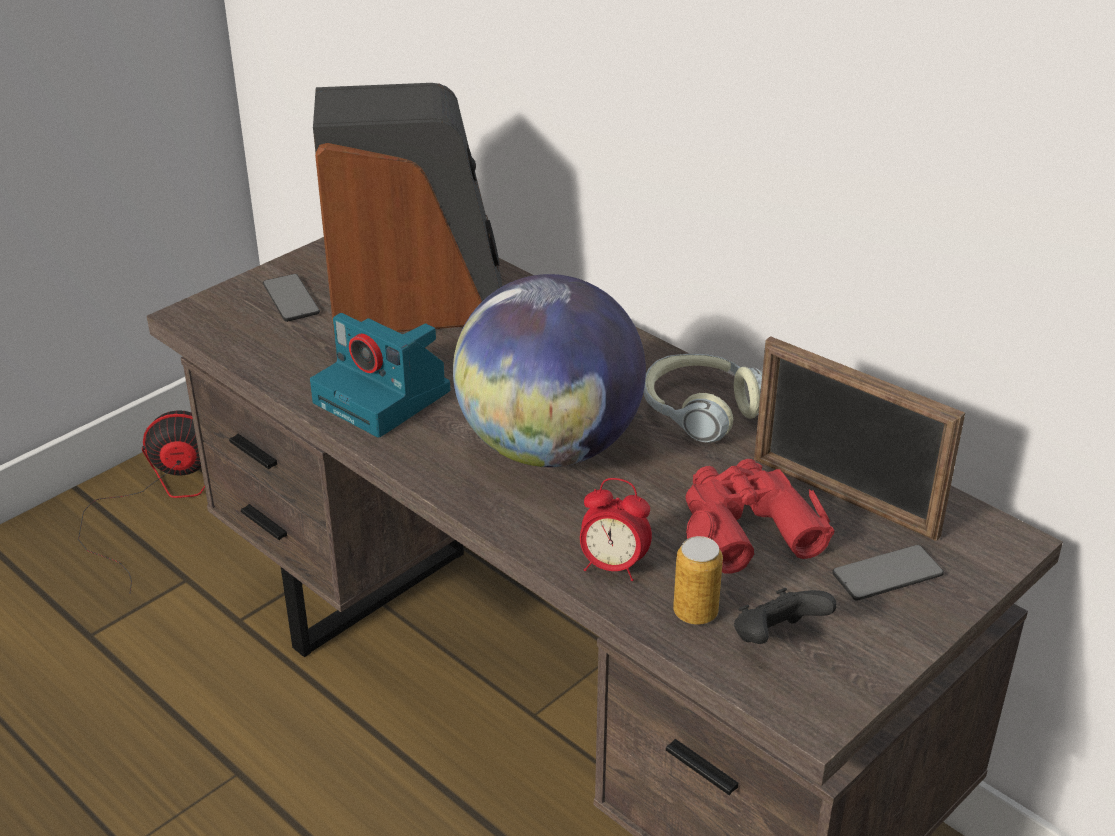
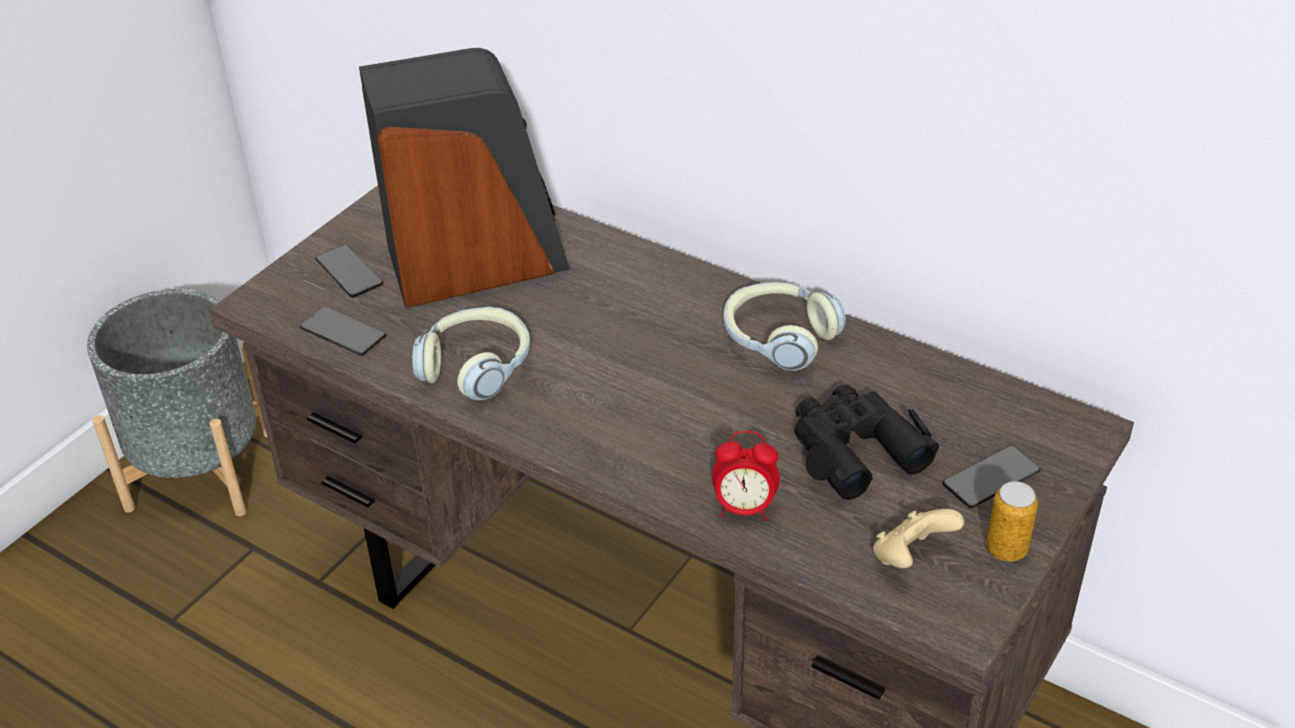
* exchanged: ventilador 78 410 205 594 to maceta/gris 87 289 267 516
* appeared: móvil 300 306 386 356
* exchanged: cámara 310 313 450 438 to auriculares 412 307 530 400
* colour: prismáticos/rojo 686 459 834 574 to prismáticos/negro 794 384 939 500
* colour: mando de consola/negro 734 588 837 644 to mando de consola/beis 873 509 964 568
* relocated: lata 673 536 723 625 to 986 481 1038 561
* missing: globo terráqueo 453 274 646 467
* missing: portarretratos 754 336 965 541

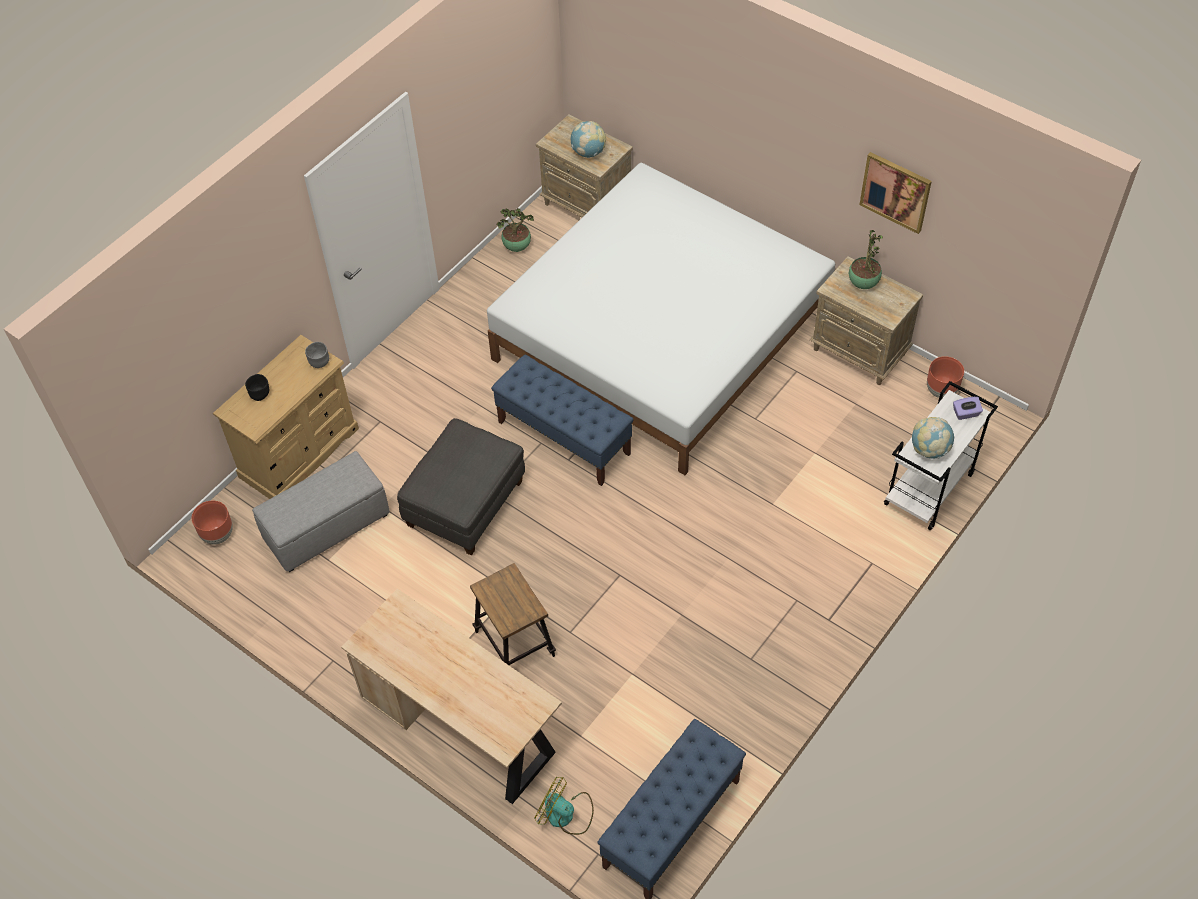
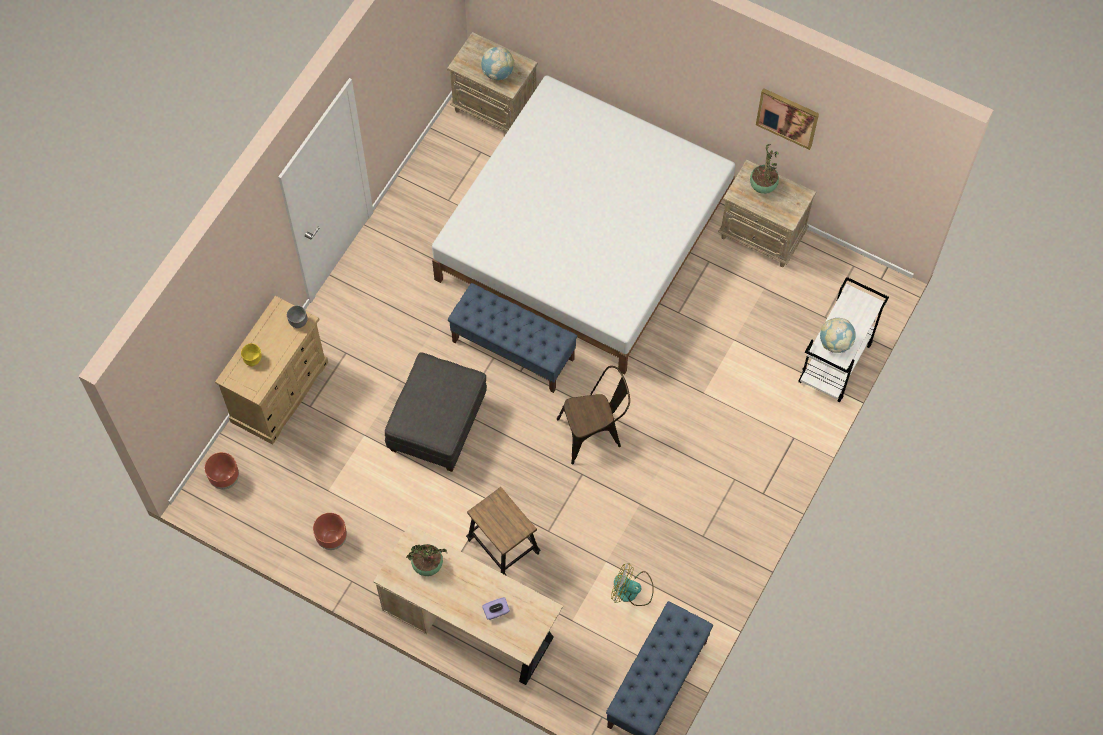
* colour: cuenco/negro 245 374 269 401 to cuenco/amarillo 241 343 262 366
* relocated: maceta/marrón 927 356 964 398 to 313 513 347 550
* relocated: planta en maceta 496 208 534 252 to 406 544 447 576
* relocated: caja de pañuelos/morado 953 397 983 420 to 482 597 510 620
* appeared: silla/marrón 557 366 630 464
* relocated: ventilador 534 777 594 835 to 611 563 654 606
* missing: puf/gris 252 451 390 572

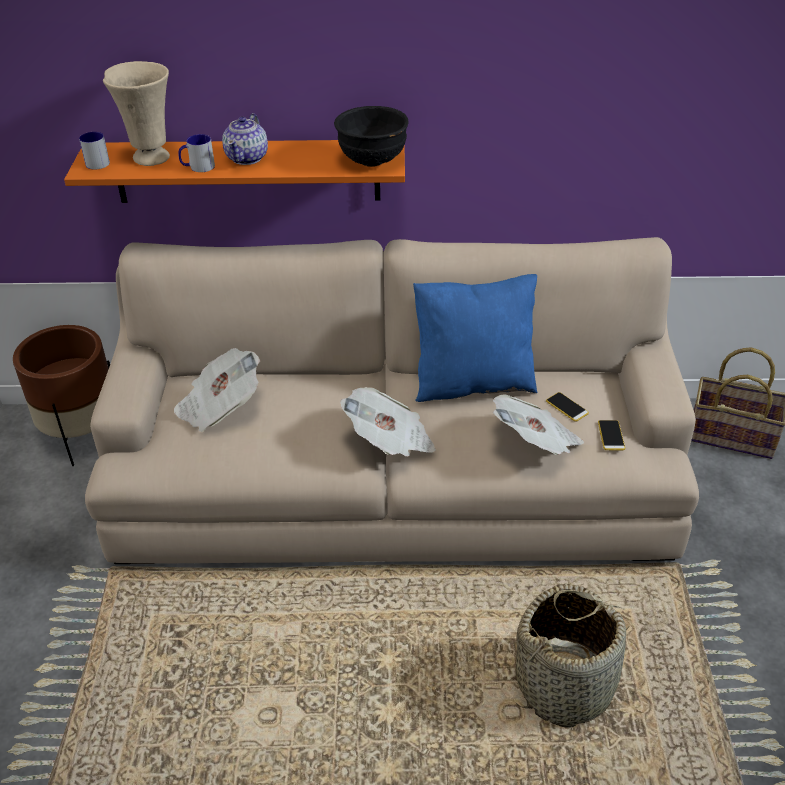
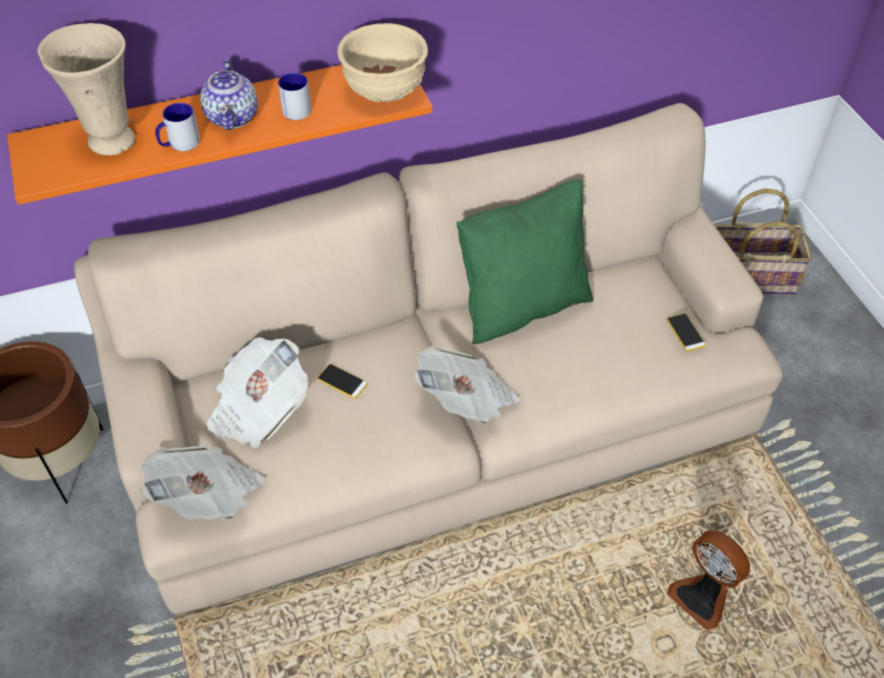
* relocated: periódico 493 394 584 455 to 140 446 265 520
* relocated: taza grande 79 132 110 170 to 278 73 311 120
* relocated: móvil 546 392 589 422 to 317 364 368 399
* colour: cuenco/negro 334 106 409 167 to cuenco/beis 337 23 428 102
* colour: cojín/azul 413 274 538 402 to cojín/verde 457 179 593 344
* exchanged: cesta 515 583 630 728 to ventilador 667 530 750 630

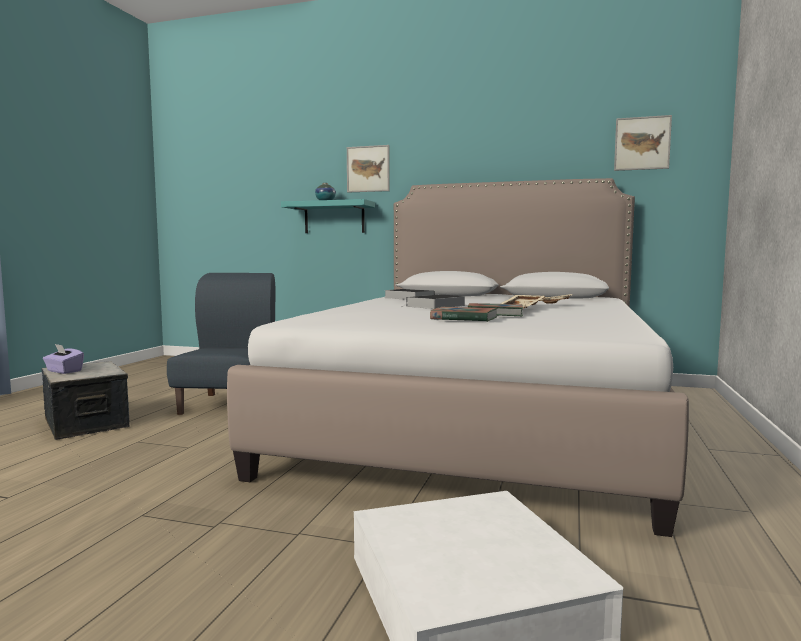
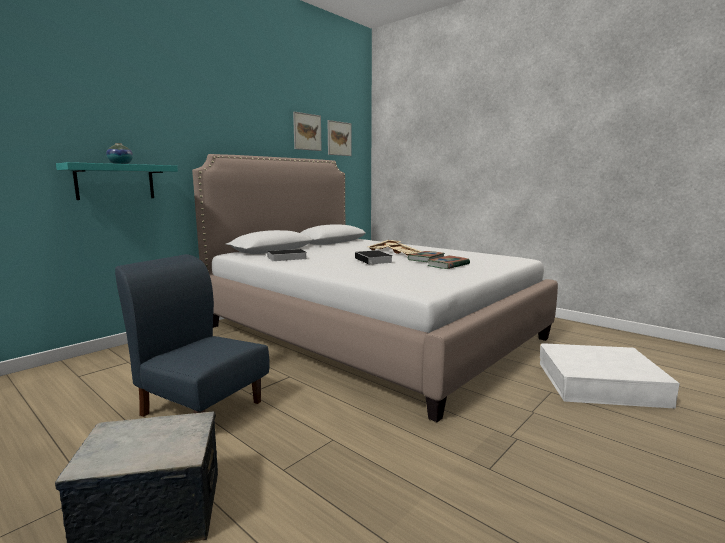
* relocated: cuadro 347 145 389 192 to 293 112 322 151
* missing: caja de pañuelos/morado 43 344 84 374

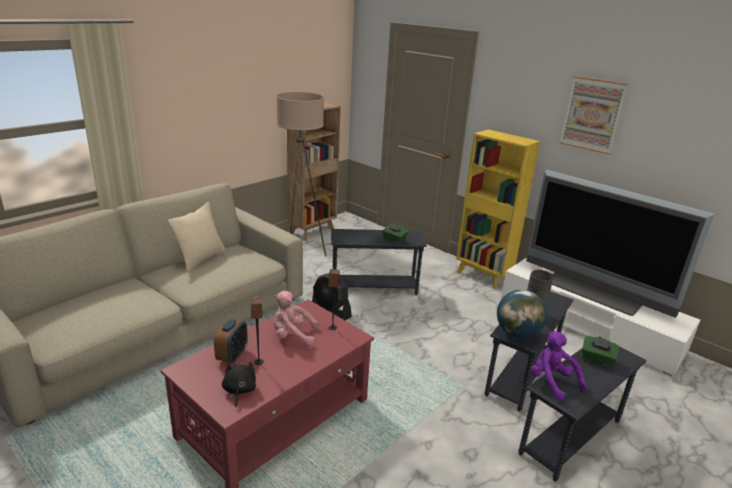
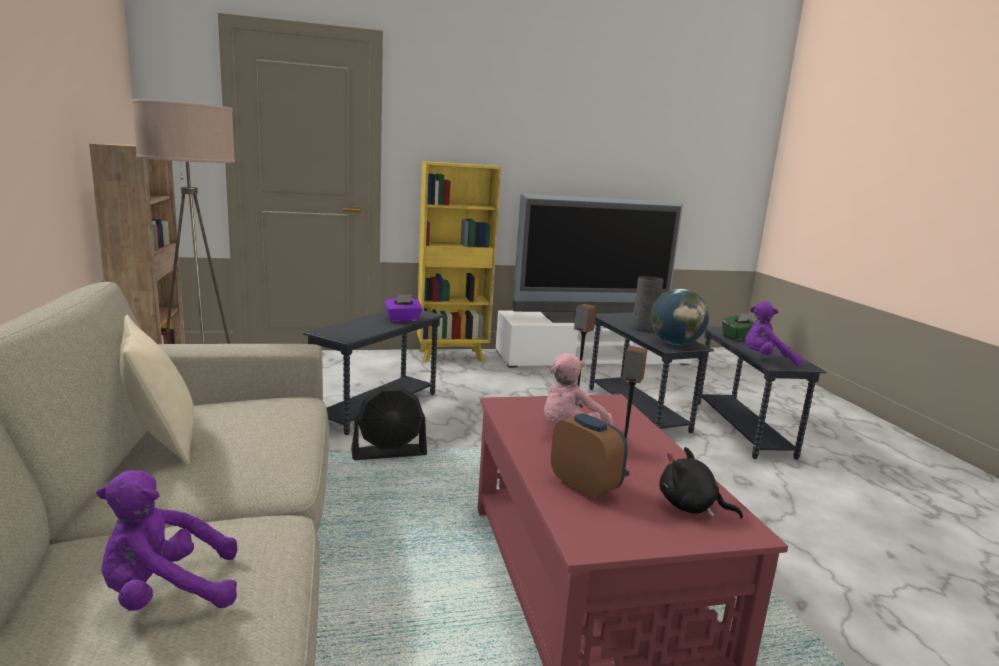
* appeared: peluche/morado 96 470 237 611
* colour: caja de pañuelos/verde 382 223 408 244 to caja de pañuelos/morado 385 294 422 322
* missing: cuadro 560 76 628 154

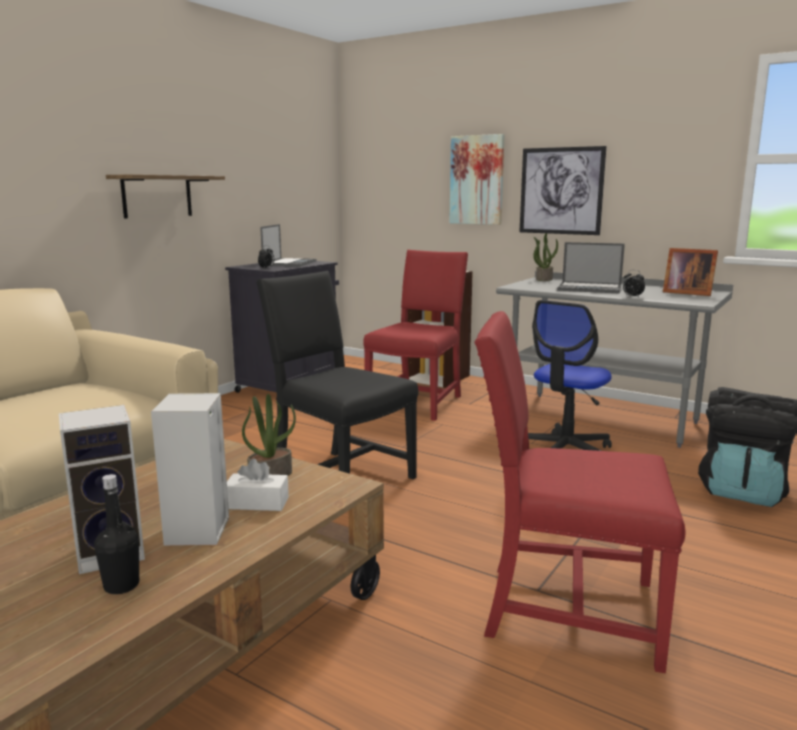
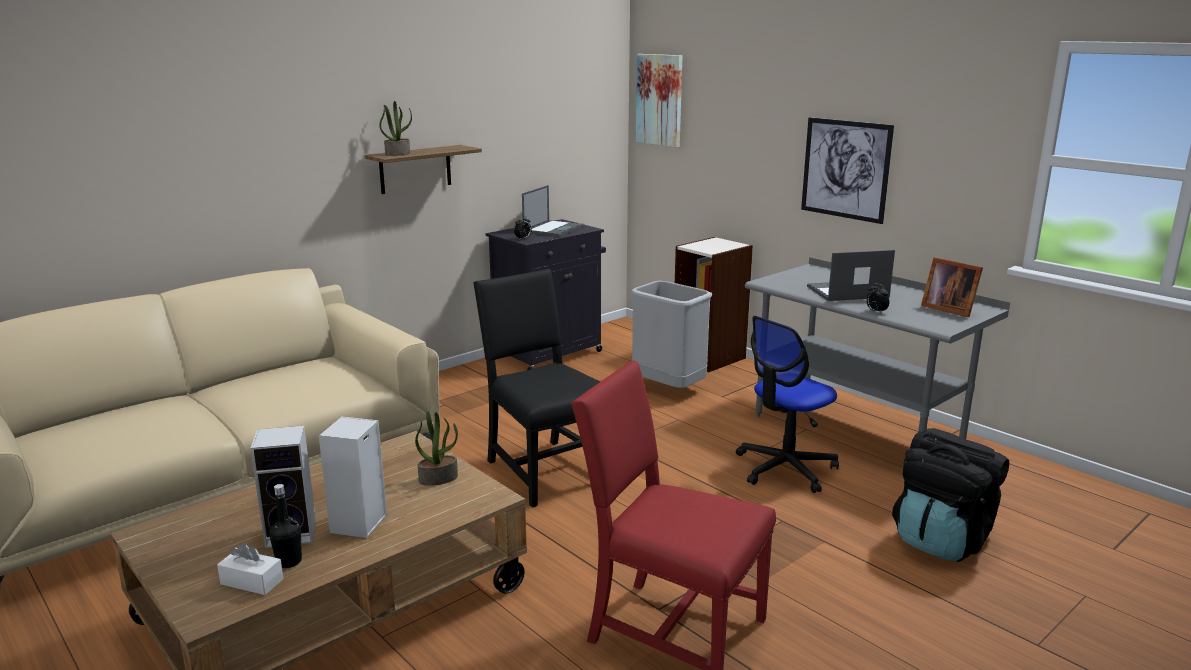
* relocated: caja de pañuelos/blanco 227 458 289 511 to 217 543 283 595
* relocated: planta en maceta 533 233 558 281 to 379 101 412 156
* exchanged: silla/rojo 363 250 468 421 to papelera/gris 631 281 712 388
* relocated: cuadro 449 134 505 225 to 636 54 683 148
* spun: portátil 557 242 625 293 = 807 250 895 301 135 degrees clockwise

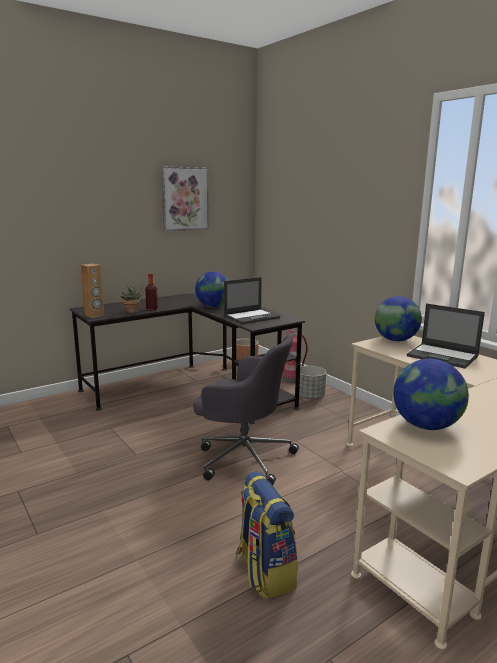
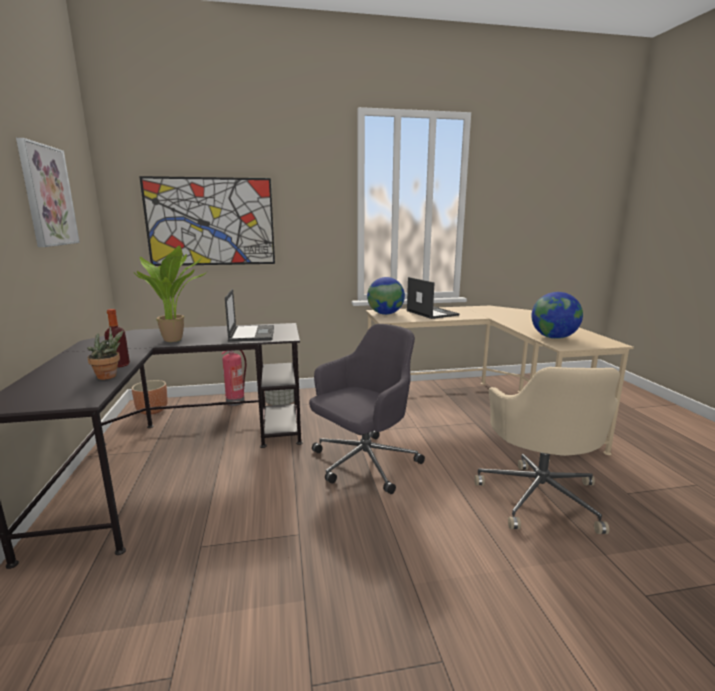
* exchanged: globo terráqueo 195 272 228 307 to planta en maceta 134 246 209 342
* appeared: cuadro 139 176 275 266
* spun: portátil 407 304 485 369 = 407 277 460 319 90 degrees counterclockwise
* exchanged: mochila 235 471 298 599 to silla de oficina/beis 474 367 620 534
* missing: altavoz/marrón 81 264 104 318

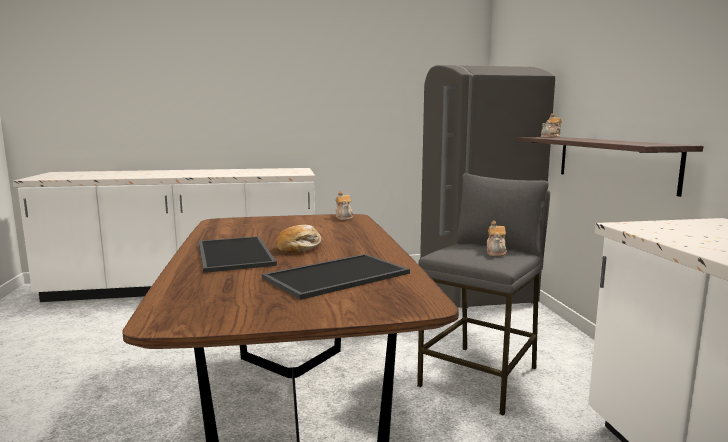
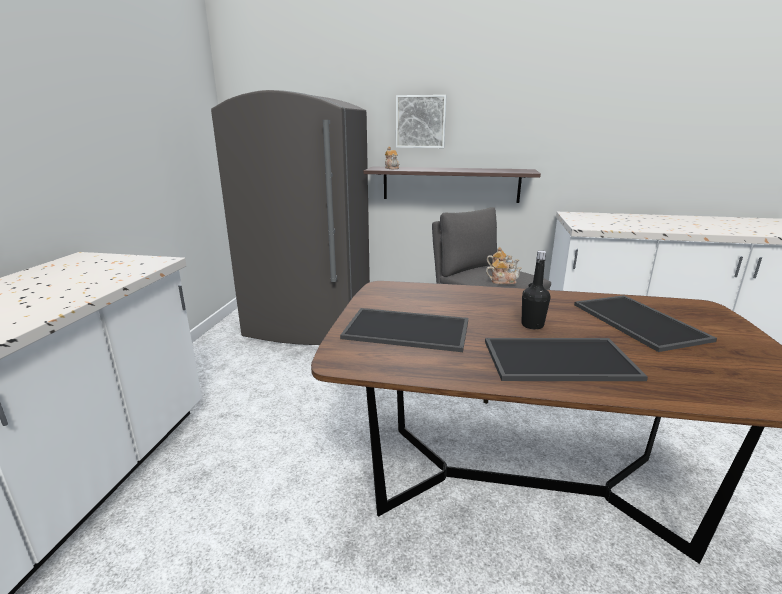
* appeared: bandeja 340 308 468 352
* appeared: cuadro 396 95 446 148
* relocated: tetera 335 191 353 220 to 486 256 522 284
* exchanged: pan 276 225 321 253 to botella/negro 522 251 550 330

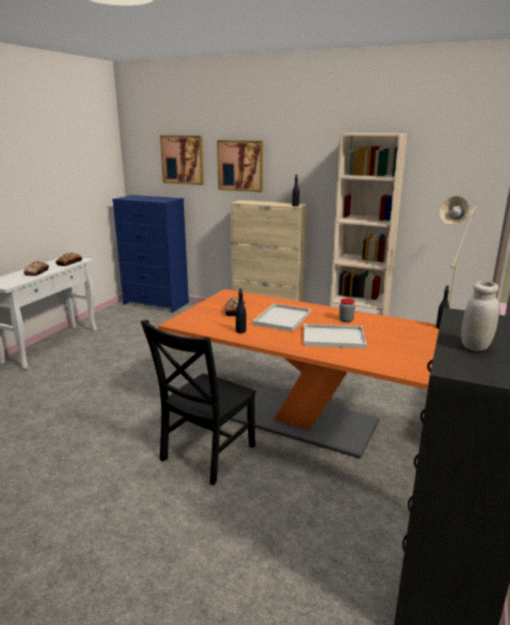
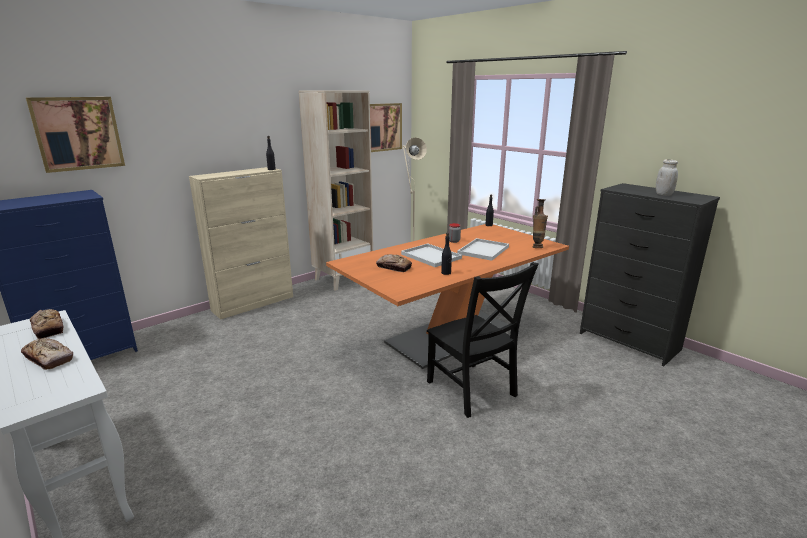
* relocated: cuadro 217 140 263 192 to 370 103 402 152
* appeared: florero 533 199 548 248

